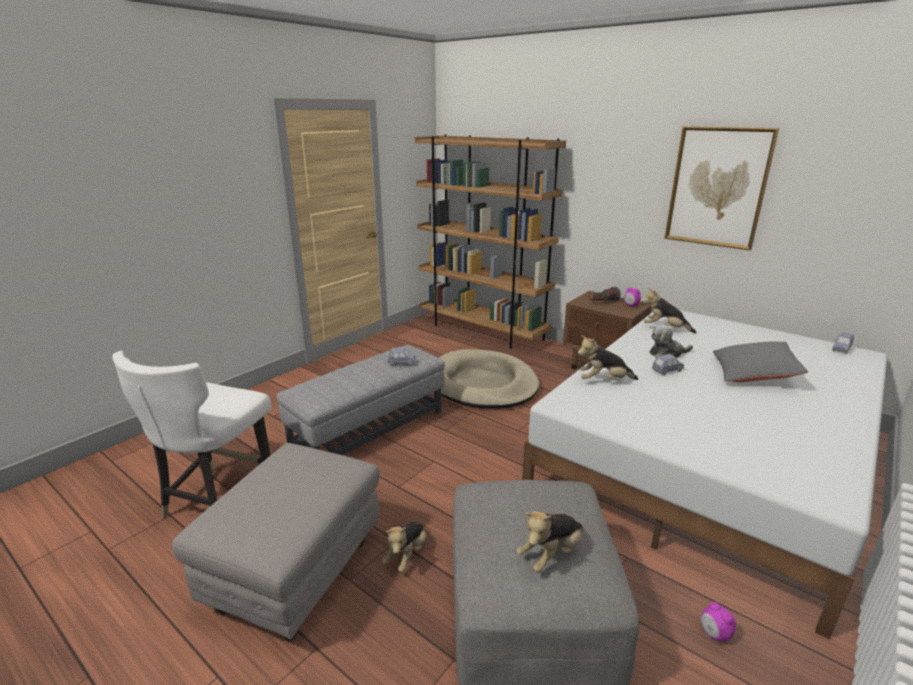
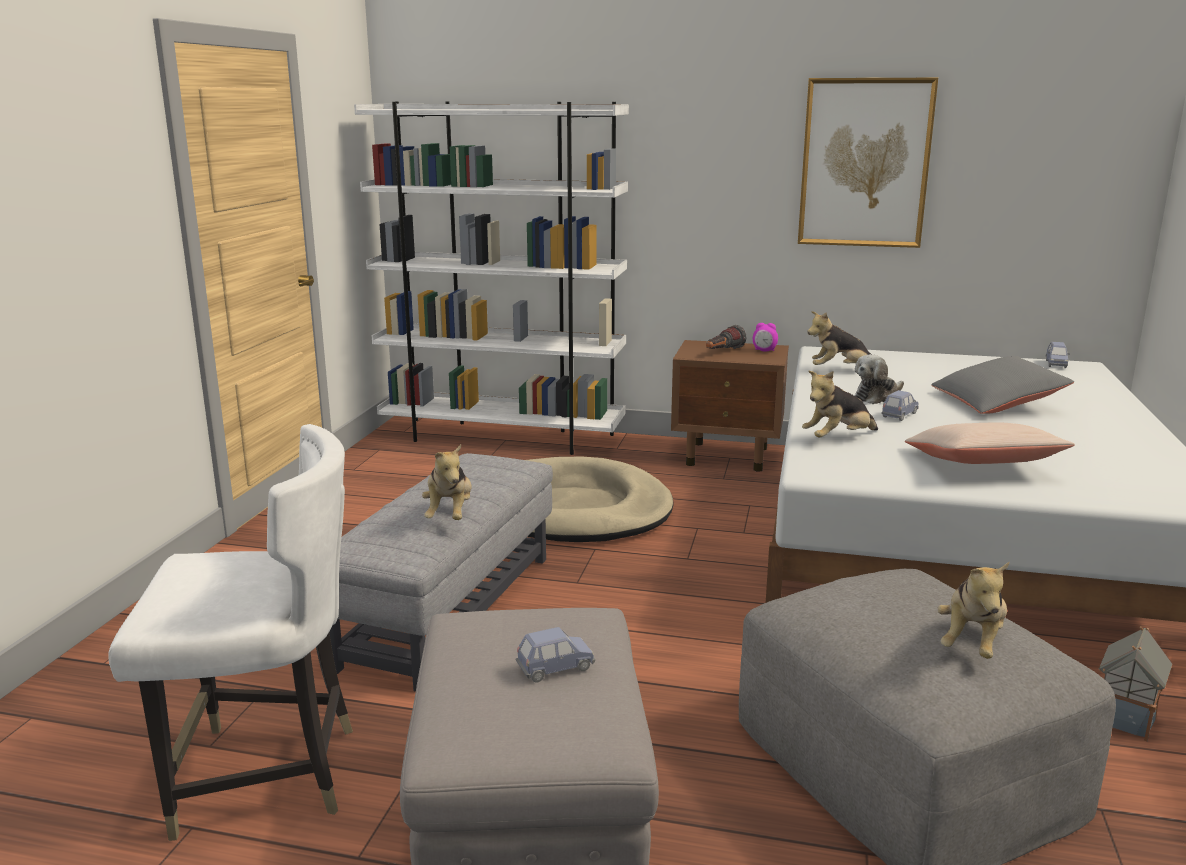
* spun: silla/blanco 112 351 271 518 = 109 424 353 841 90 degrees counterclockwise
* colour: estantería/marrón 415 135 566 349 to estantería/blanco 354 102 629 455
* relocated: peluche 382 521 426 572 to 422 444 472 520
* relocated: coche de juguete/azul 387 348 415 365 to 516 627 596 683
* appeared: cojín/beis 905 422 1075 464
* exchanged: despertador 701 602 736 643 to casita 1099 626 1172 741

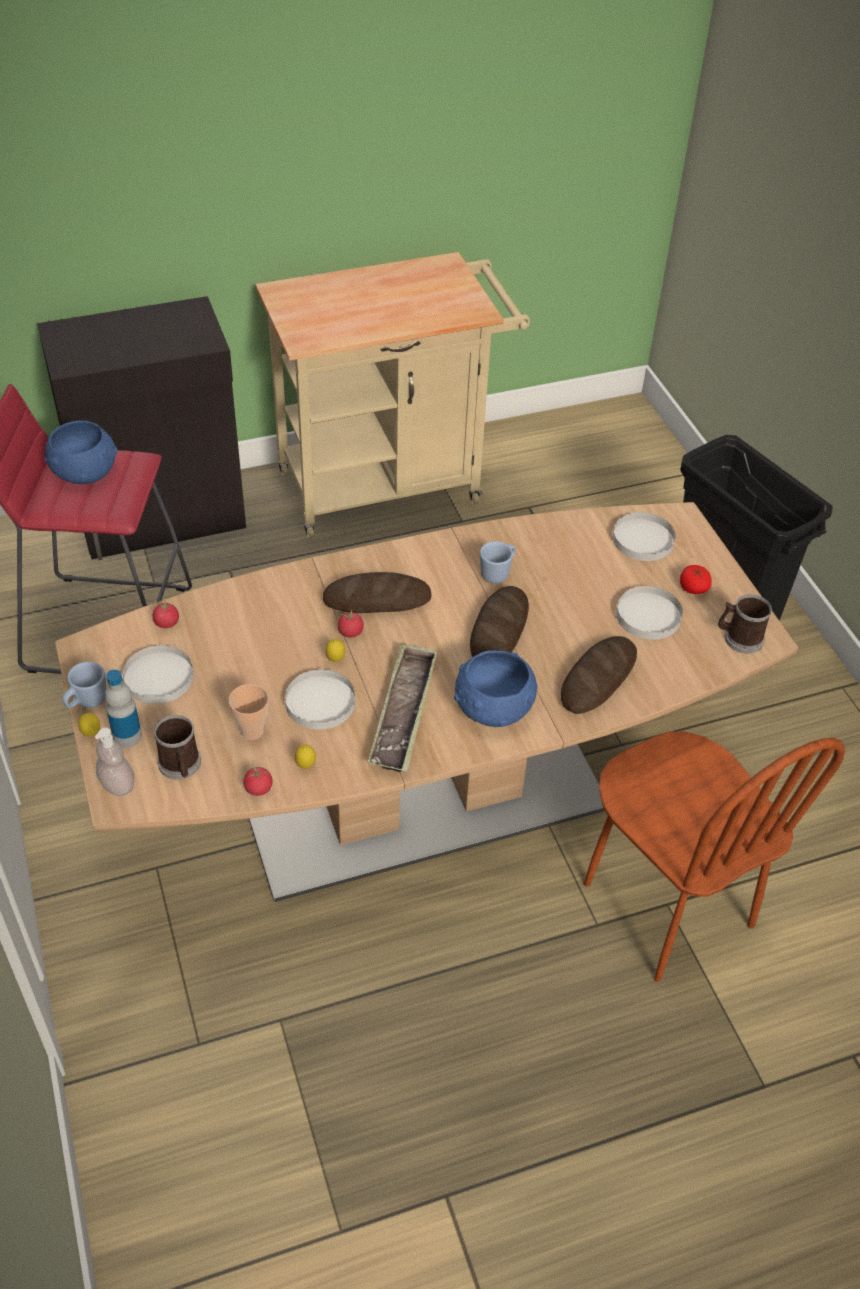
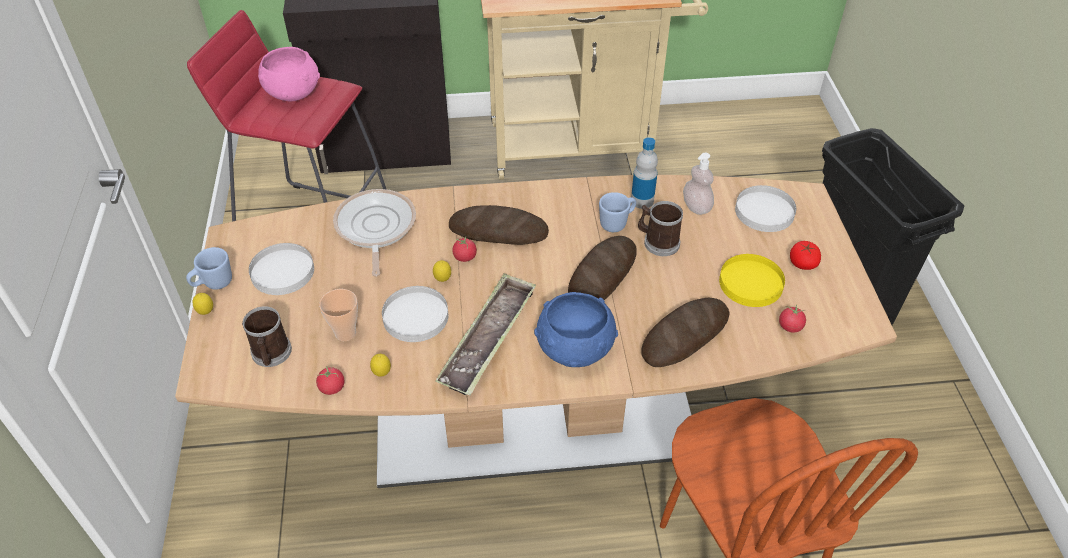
* colour: cuenco/azul 44 420 117 484 to cuenco/rosa 258 47 320 101
* appeared: sartén 333 189 416 277
* relocated: botella 105 669 142 748 to 631 137 658 209
* relocated: taza grande 718 594 772 654 to 638 201 683 256
* relocated: dispensador de jabón 95 728 135 796 to 683 153 714 215
* colour: plato/blanco 616 586 683 640 to plato/amarillo 719 254 785 307
* relocated: tomate 153 600 179 628 to 779 304 806 333

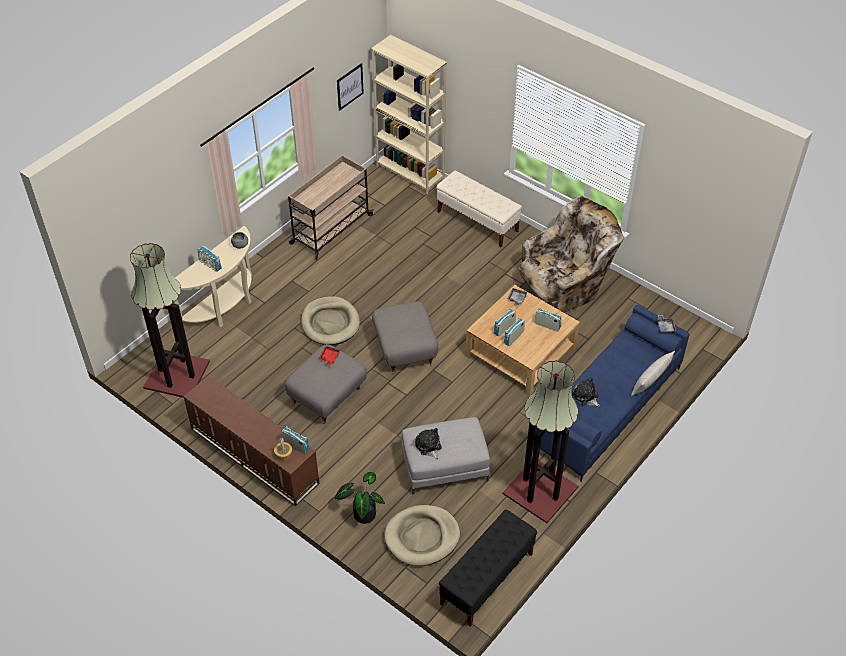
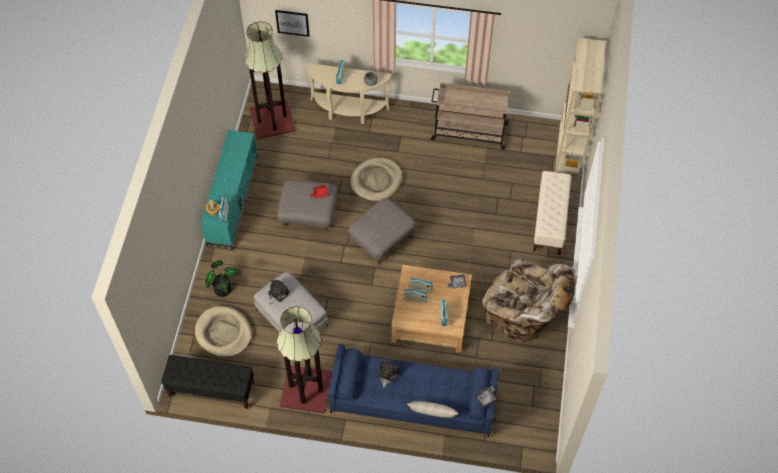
* colour: mueble de televisión/marrón 184 376 319 506 to mueble de televisión/turquesa 201 130 258 250
* relocated: cuadro 337 63 364 111 to 275 10 310 37

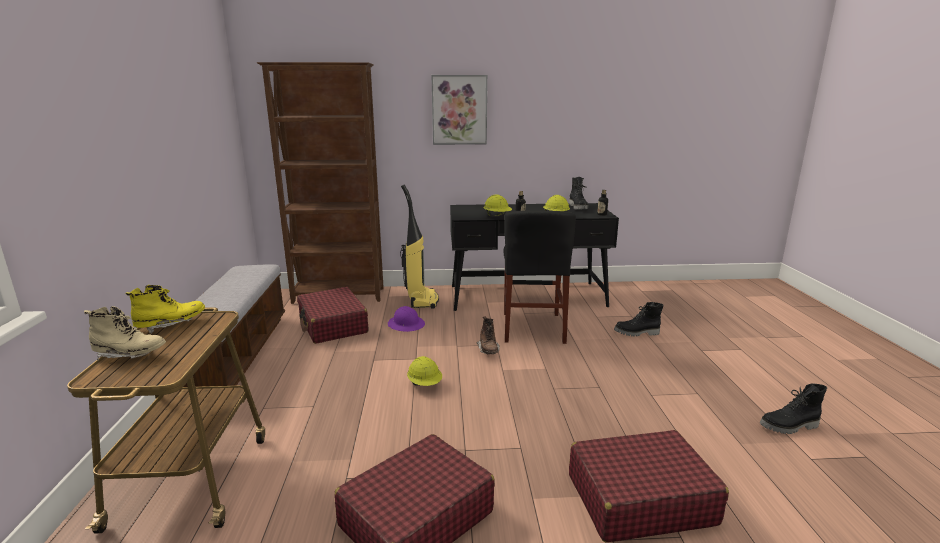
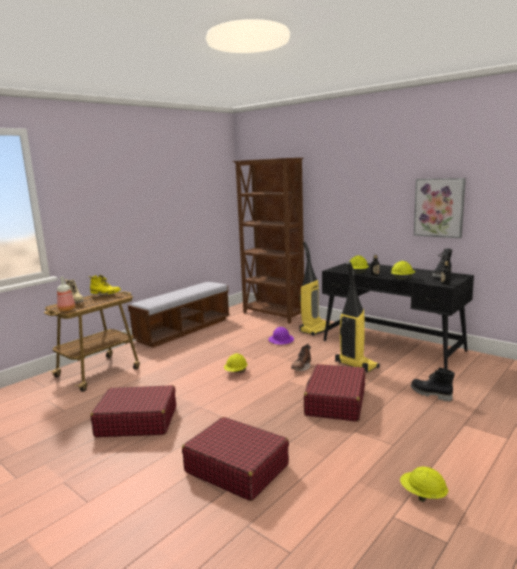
* appeared: botella 57 276 75 312
* relocated: maleta/rojo 297 287 368 344 to 304 364 365 422
* exchanged: silla/negro 504 211 576 344 to aspiradora 335 262 380 373
* exchanged: bota/negro 760 384 827 434 to casco/amarillo 400 466 448 502
* relocated: cuadro 431 75 487 145 to 414 178 466 238

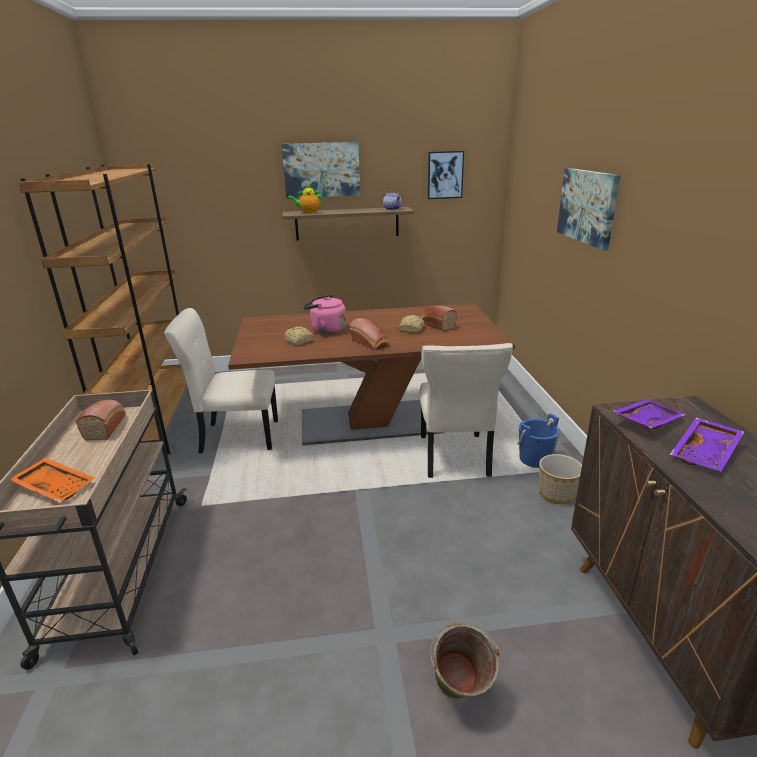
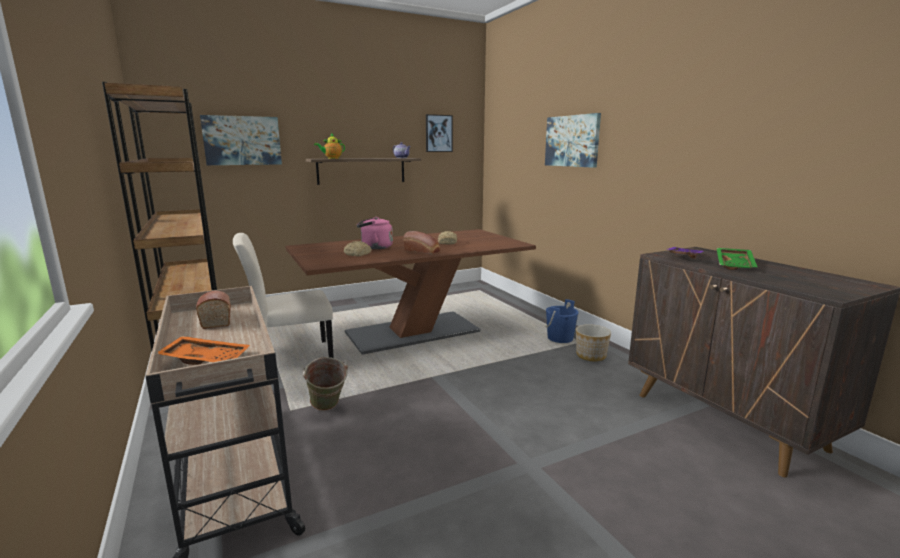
* relocated: cuadro 282 142 360 198 to 200 115 282 165
* relocated: cubo/verde 430 623 500 699 to 302 357 348 411
* colour: bandeja/morado 670 418 744 471 to bandeja/verde 717 248 757 270
* missing: silla/beis 419 343 513 478
* missing: pan 421 306 457 331

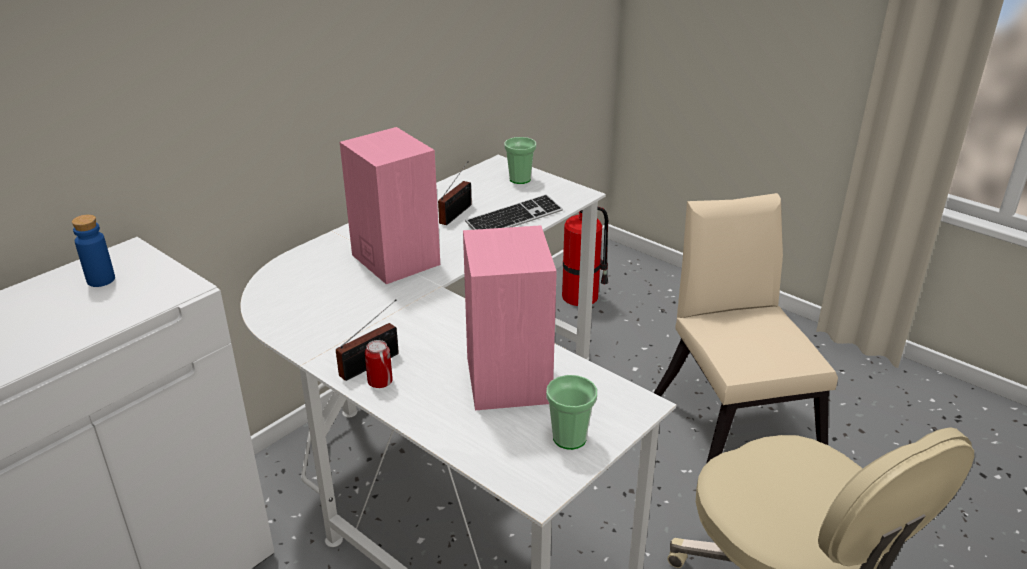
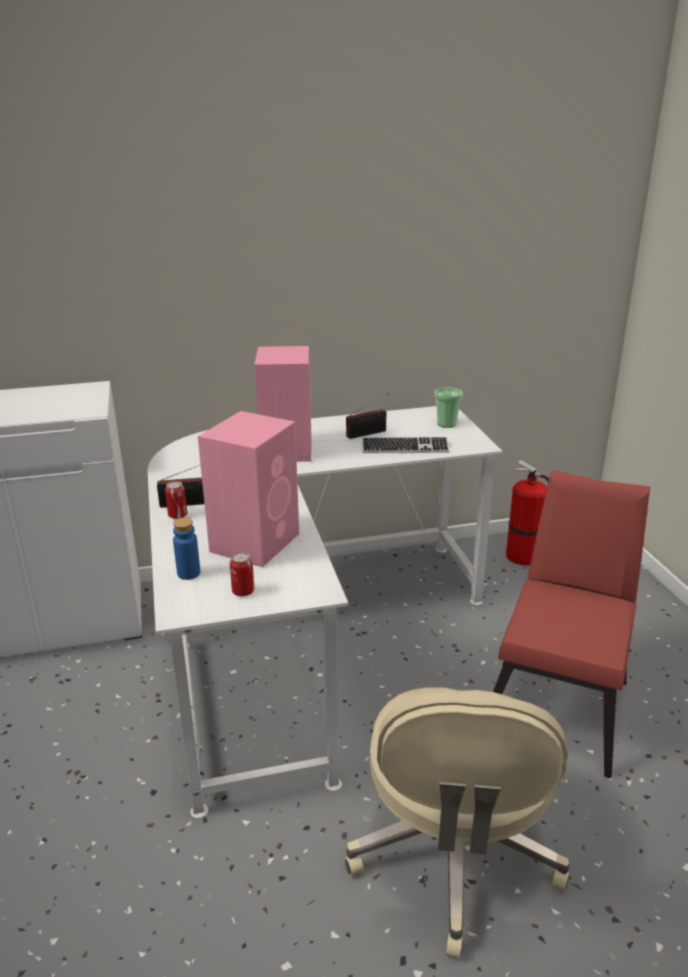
* relocated: botella/azul 72 214 115 287 to 173 518 200 580
* exchanged: taza 546 375 597 450 to lata 230 552 254 596
* colour: silla/beis 654 193 838 464 to silla/rojo 493 470 650 779

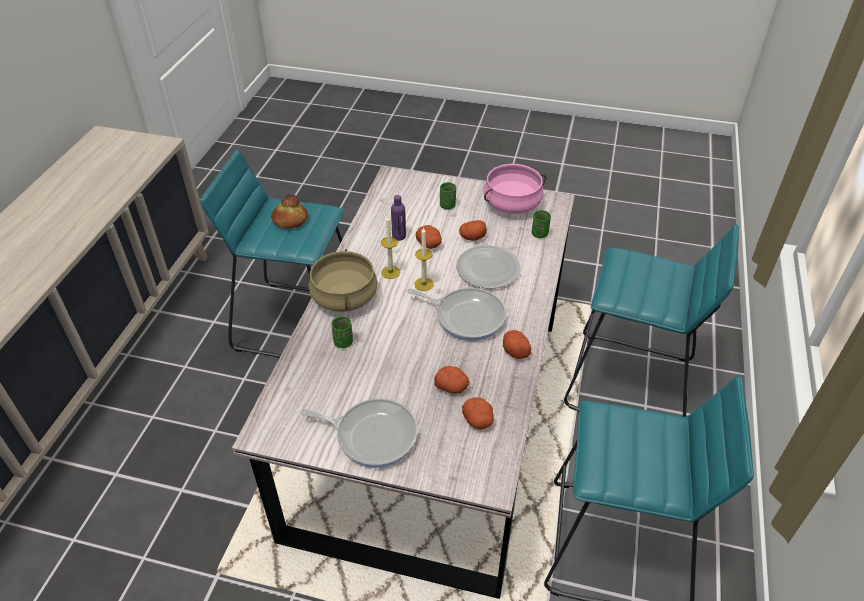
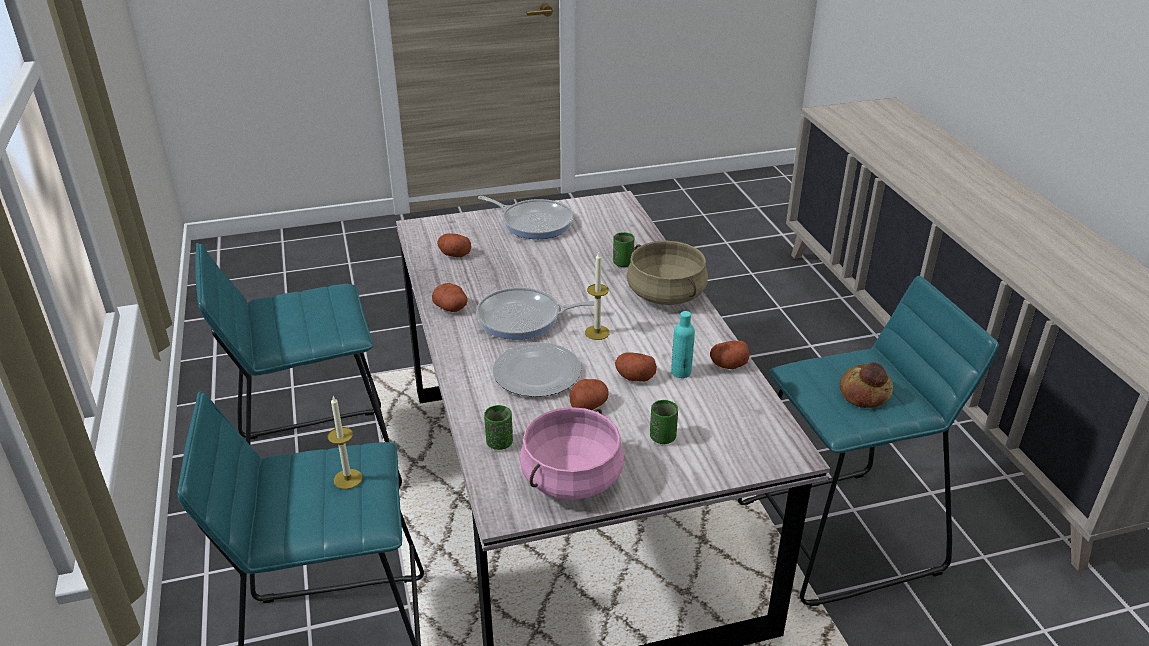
* relocated: vela 381 216 400 279 to 328 396 363 489
* spun: sartén 301 399 417 468 = 478 196 574 239 135 degrees counterclockwise
* colour: botella/morado 391 195 406 241 to botella/turquesa 671 311 695 378
* relocated: patata 434 366 469 394 to 710 341 750 369

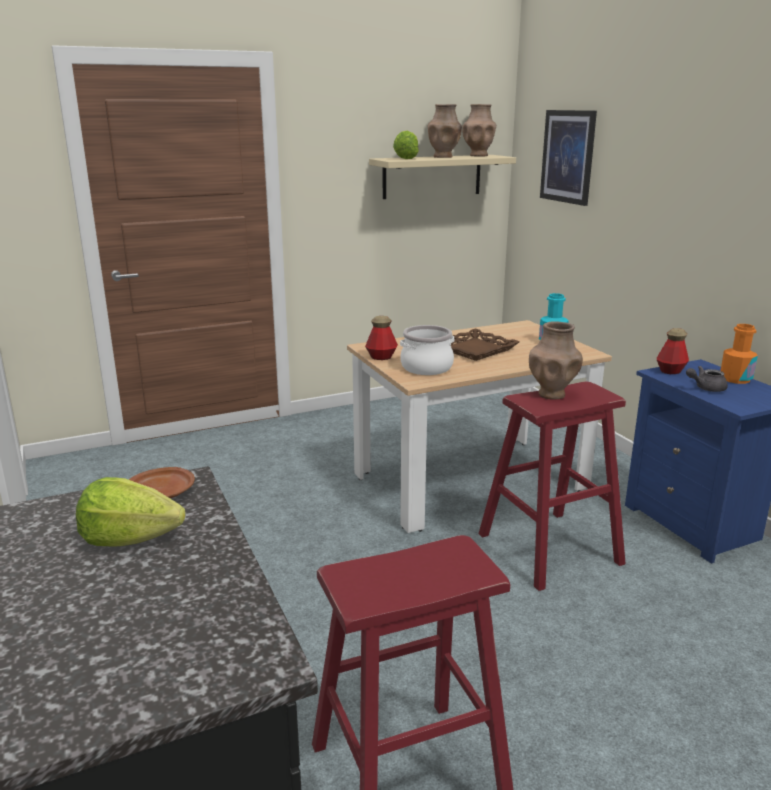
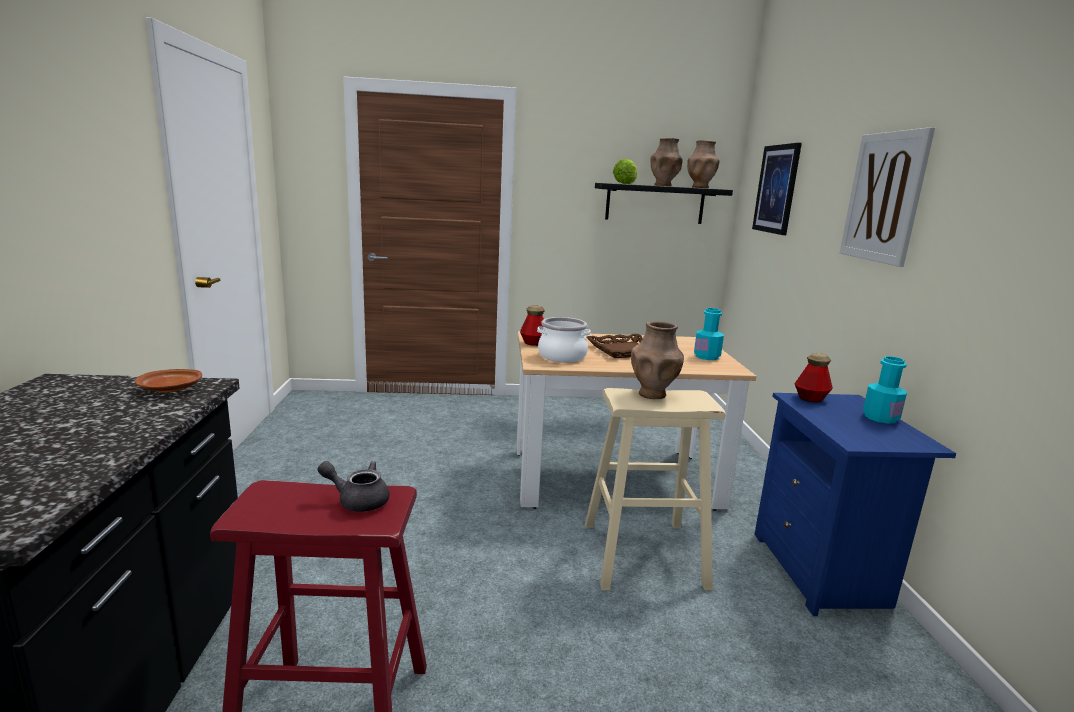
* relocated: tetera/gris 686 366 728 392 to 317 461 389 512
* colour: taburete/rojo 478 381 626 591 to taburete/beis 585 388 726 590
* colour: estante/beis 369 155 516 199 to estante/negro 595 183 733 224
* appeared: cuadro 840 127 935 267
* colour: botella/naranja 720 324 758 384 to botella/turquesa 863 356 907 424
* missing: lechuga 76 477 186 547

